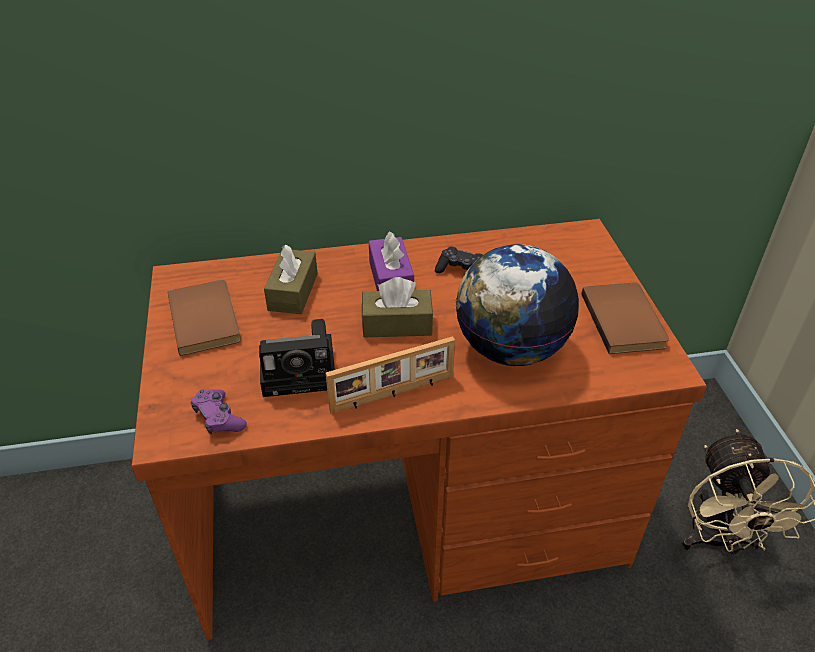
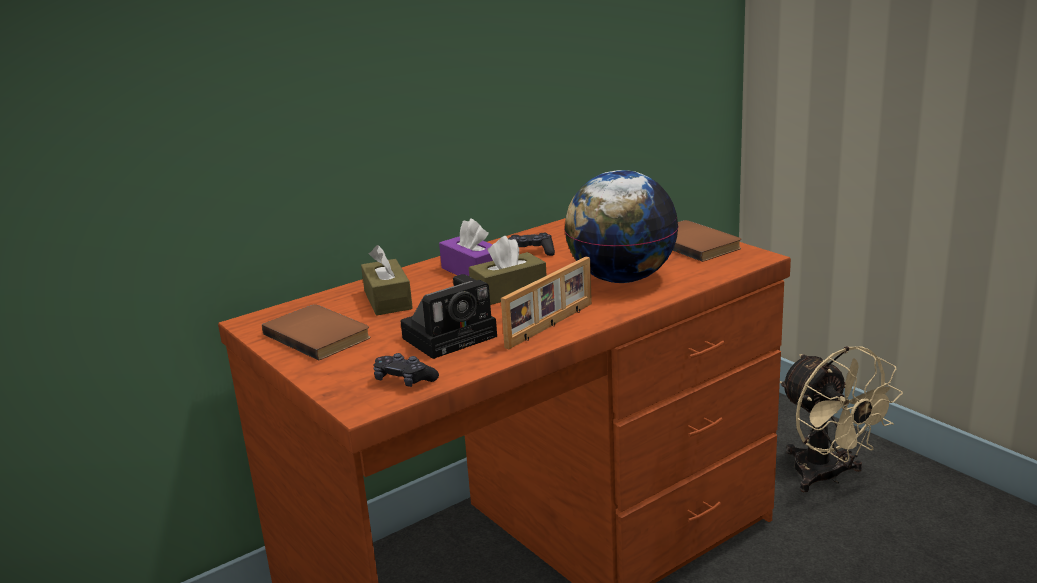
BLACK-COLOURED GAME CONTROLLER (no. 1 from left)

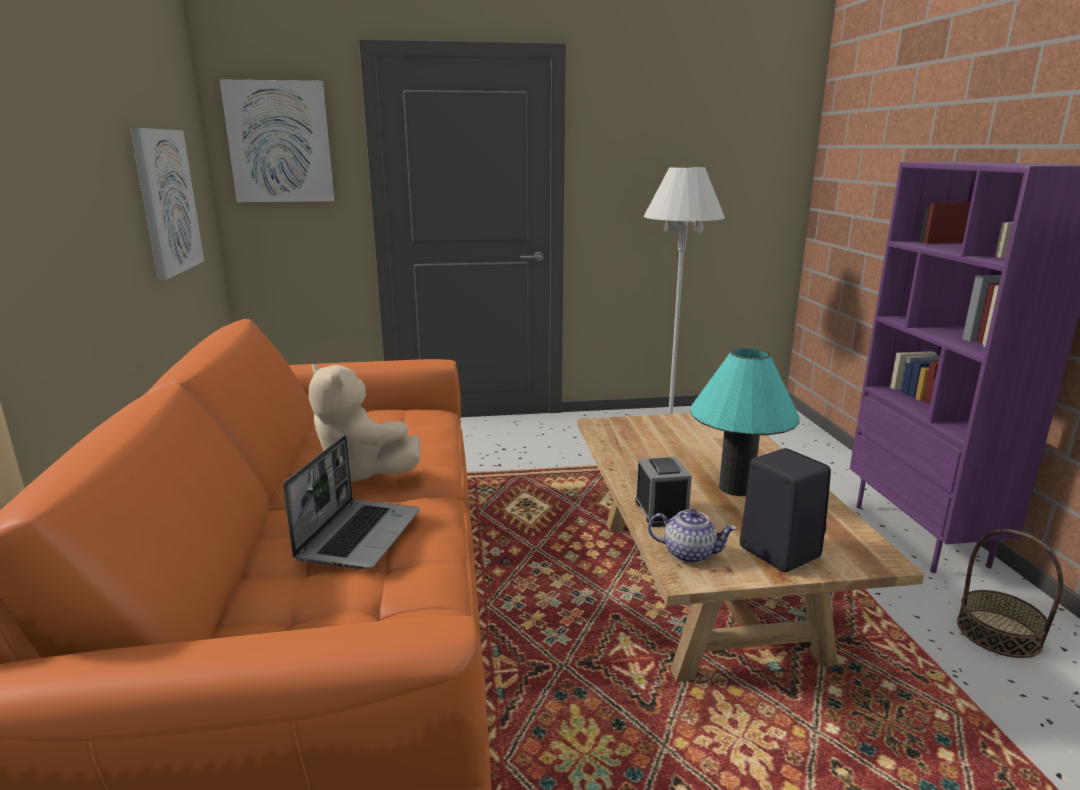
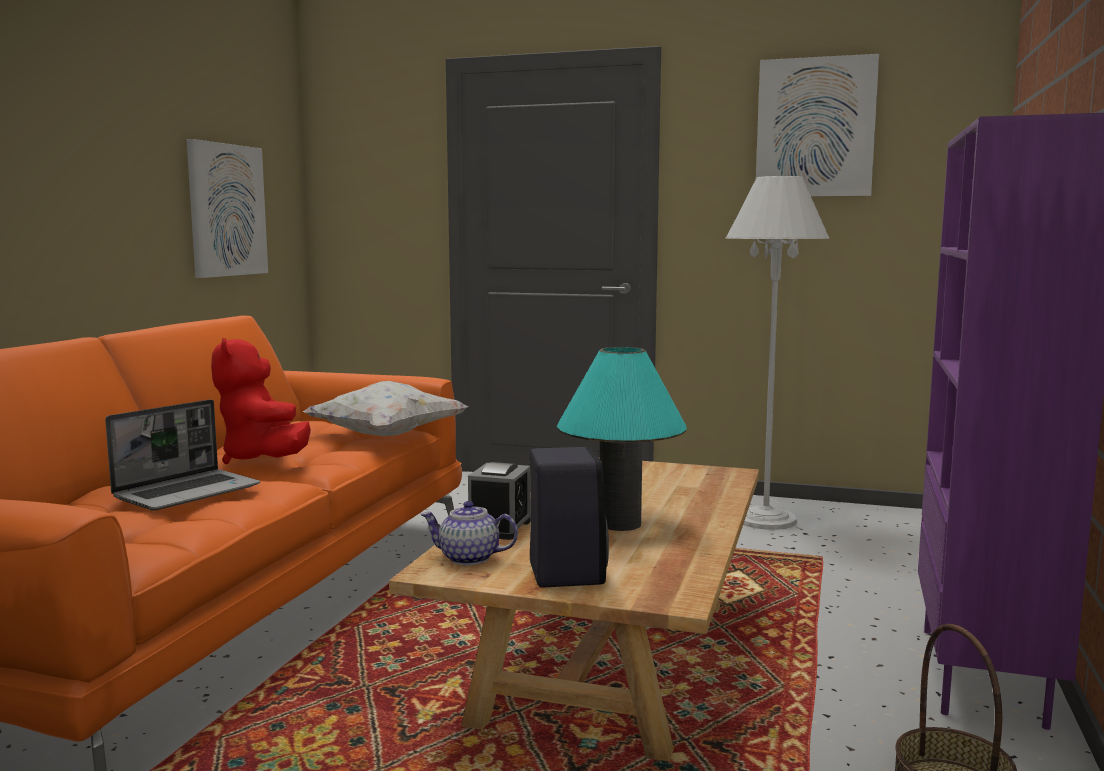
WHITE PILLOW
PICTURE (no. 2 from left)
RED SOFT TOY
TEA POT

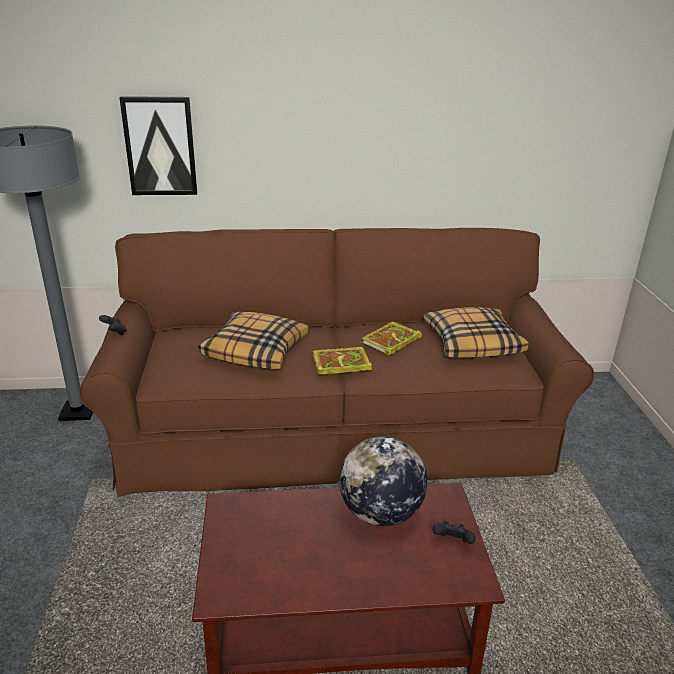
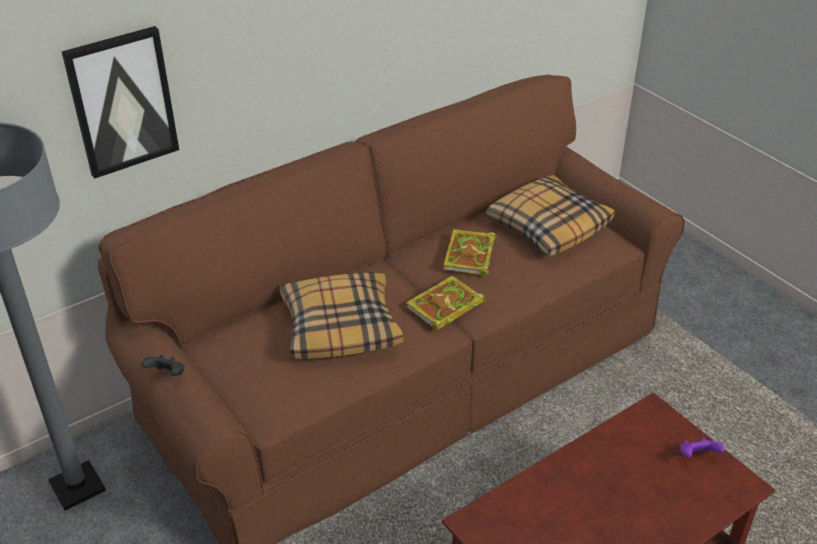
GLOBE
PURPLE-COLOURED GAME CONTROLLER

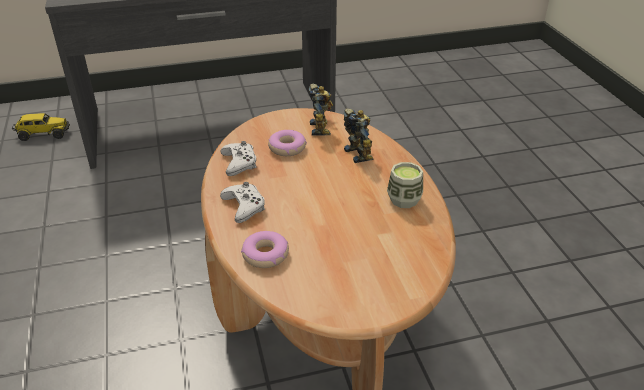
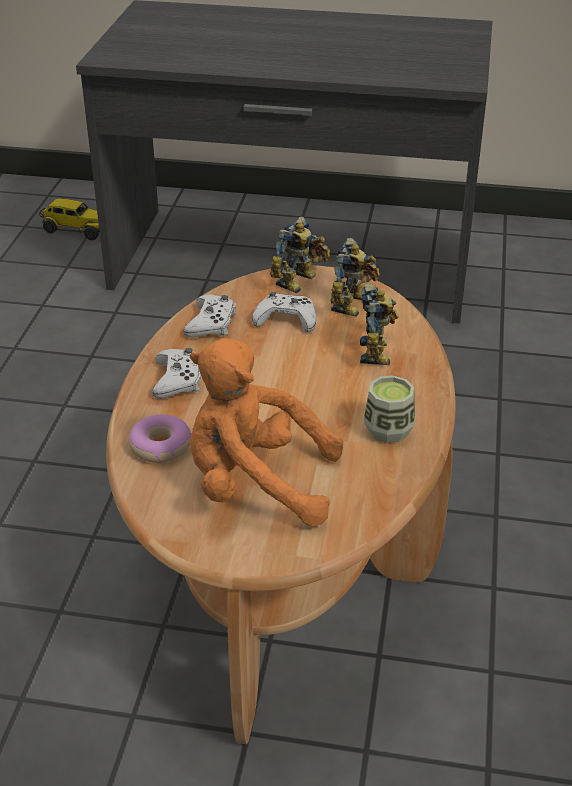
ORANGE-COLOURED SOFT TOY
TOY ROBOT (no. 1 from left)
WHITE GAME CONTROLLER (no. 3 from left)

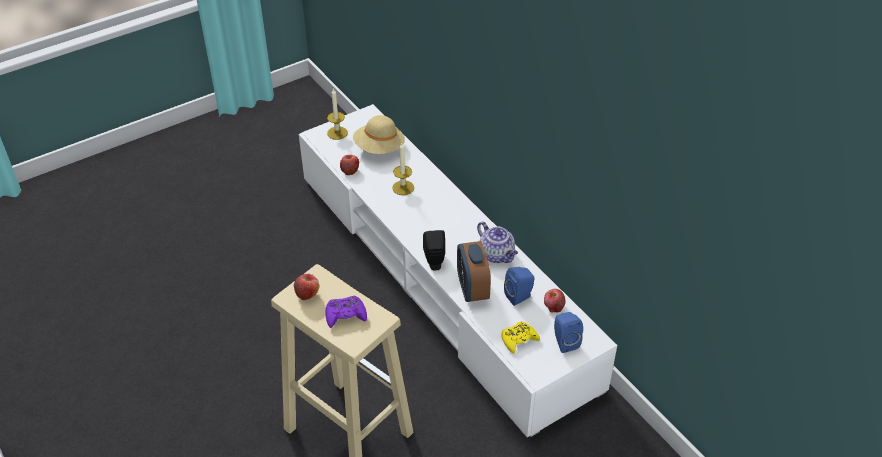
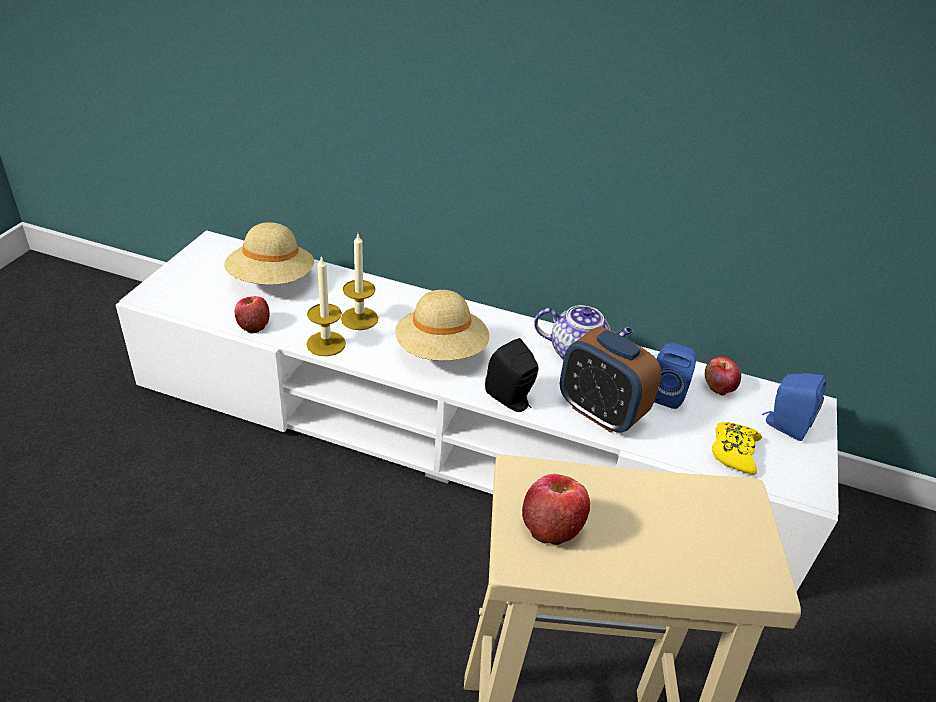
PURPLE-COLOURED GAME CONTROLLER
SAND-COLOURED WEARABLE HAT (no. 2 from left)
CANDLE (no. 1 from left)

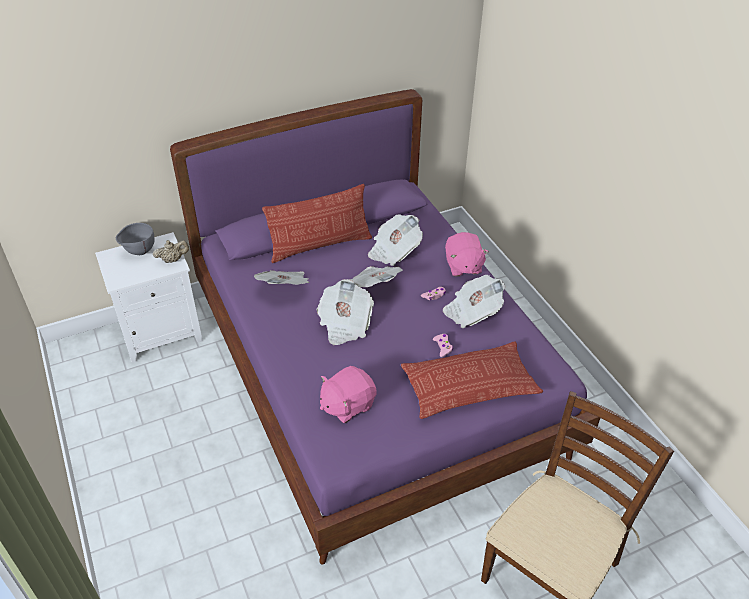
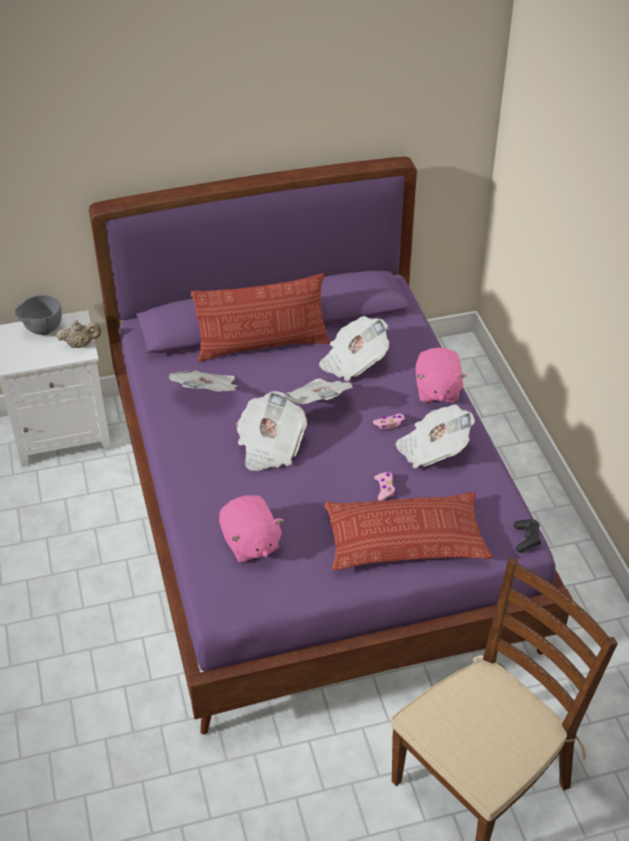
BLACK-COLOURED GAME CONTROLLER
PINKISH SOFT TOY (no. 1 from left)

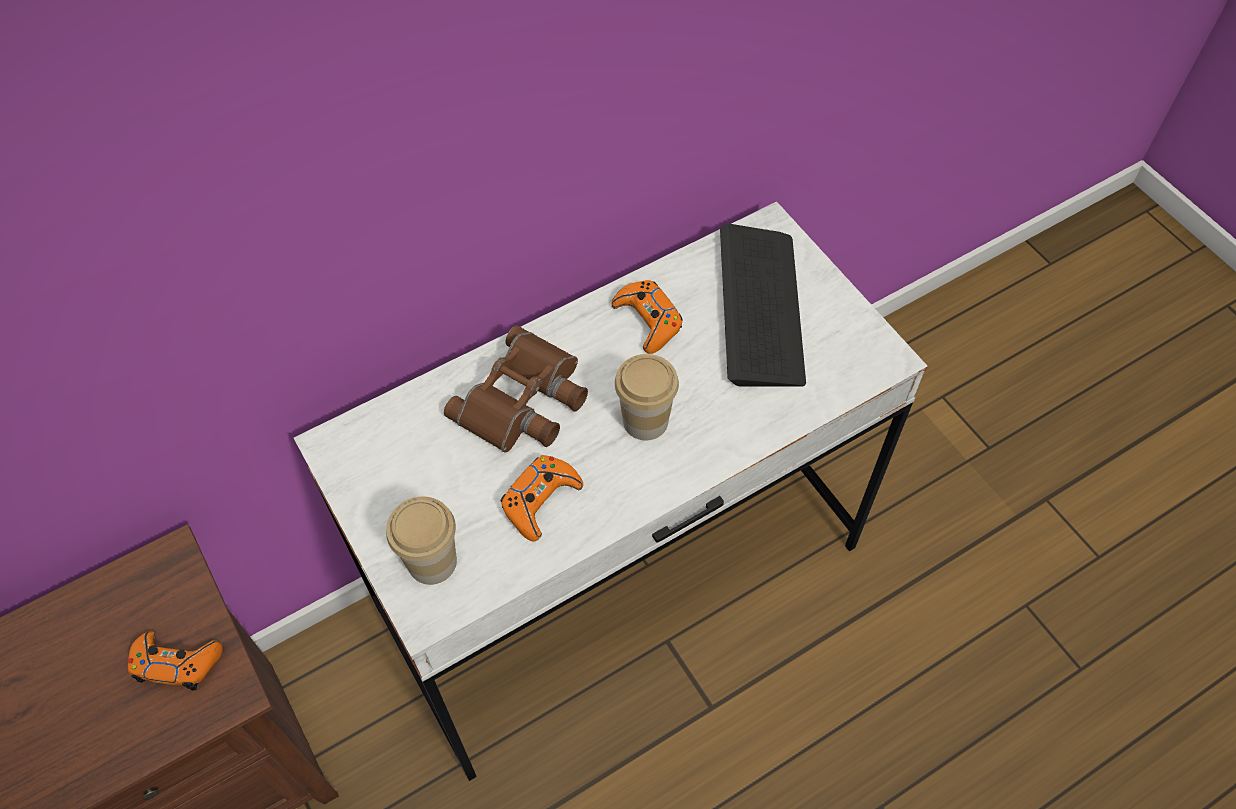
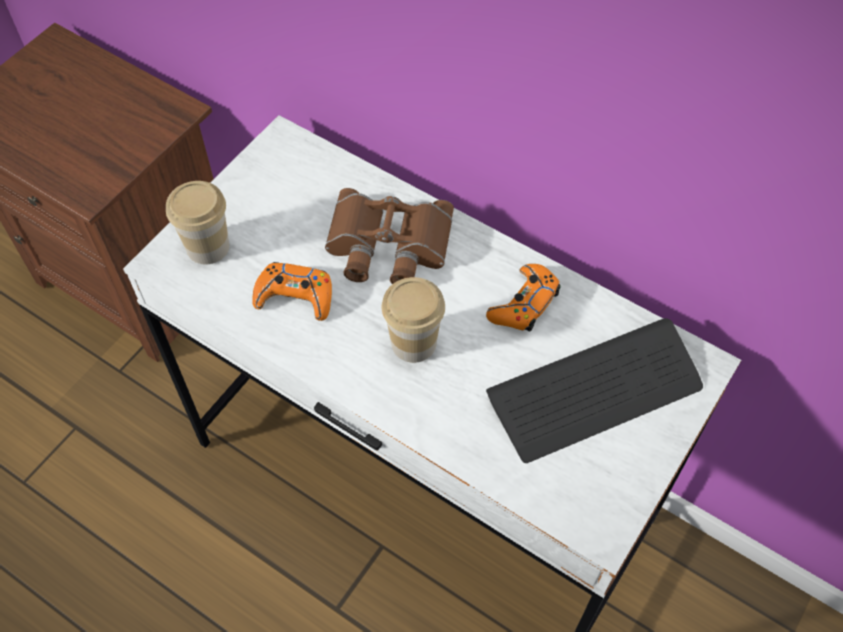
ORANGE-COLOURED GAME CONTROLLER (no. 1 from left in the first image)

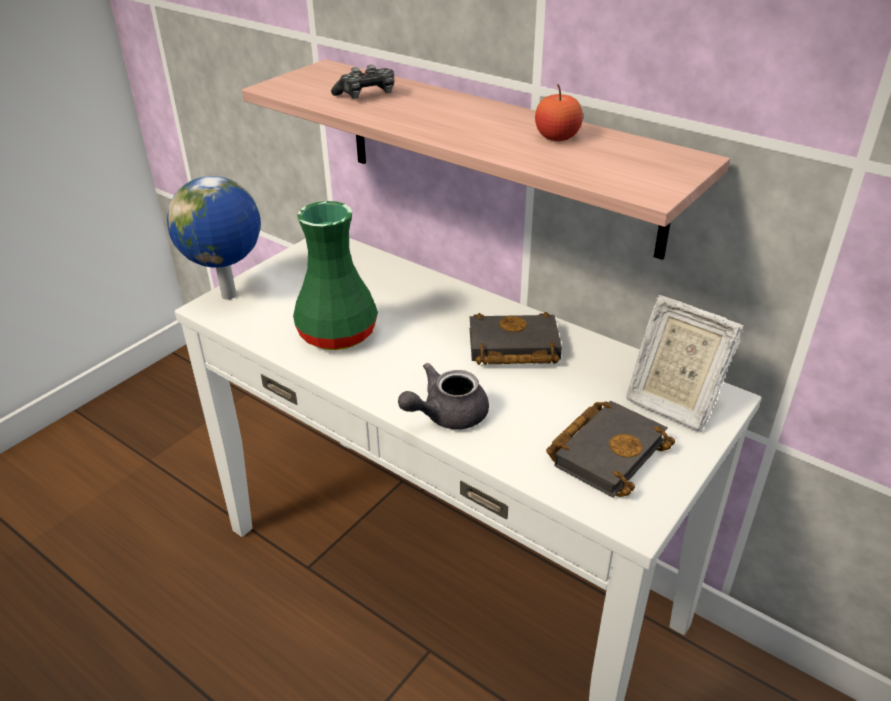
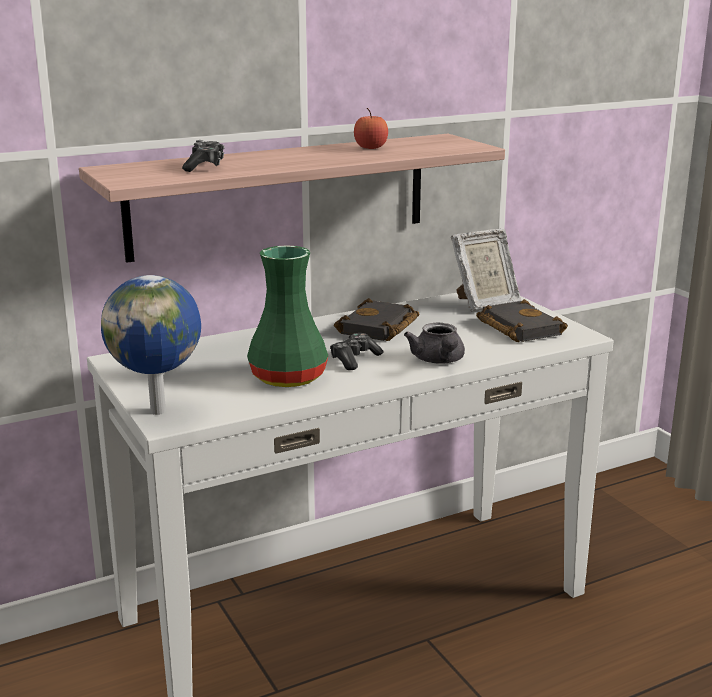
GAME CONTROLLER (no. 2 from left)

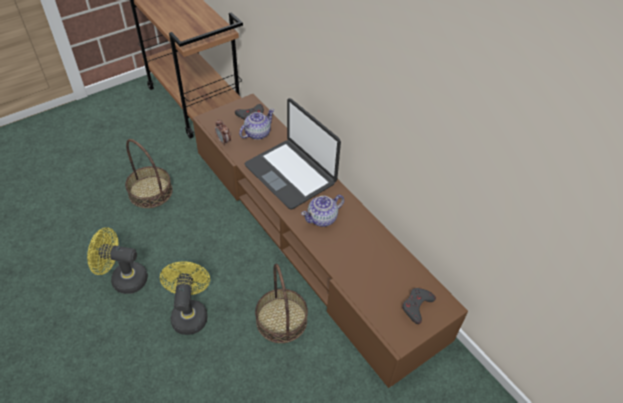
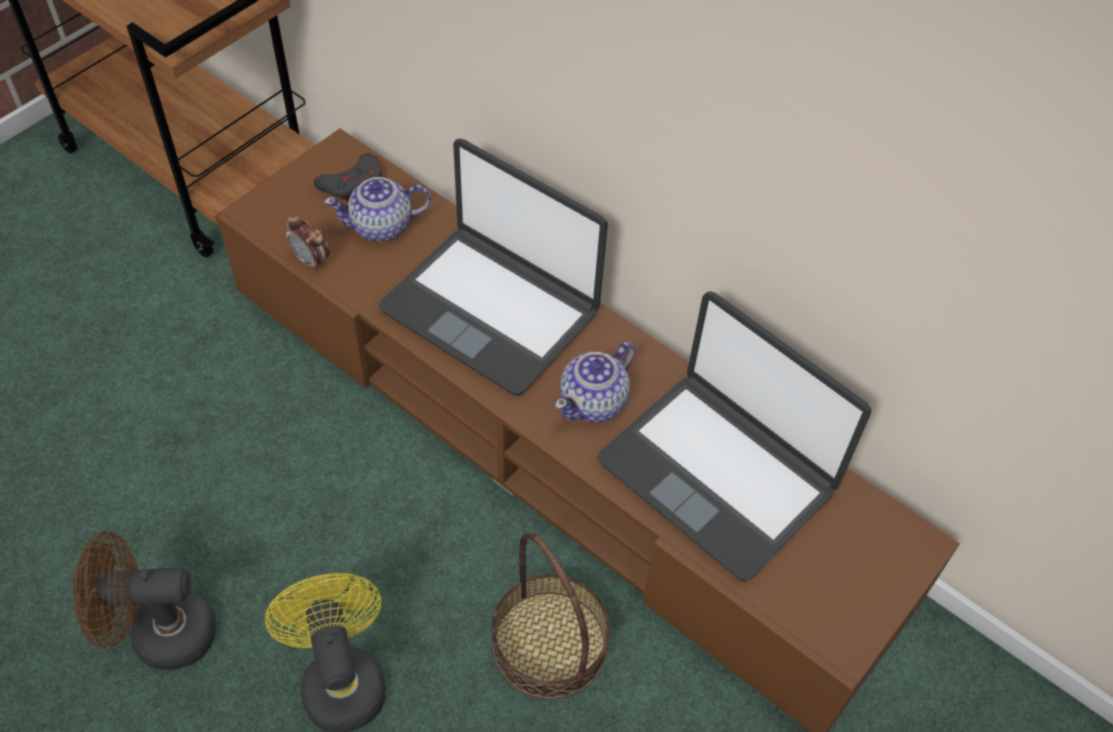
BASKET (no. 1 from left in the first image)
GREY GAME CONTROLLER (no. 2 from left in the first image)
NOTEBOOK COMPUTER (no. 2 from left)
BROWN-COLOURED FAN
TEA POT (no. 1 from left)

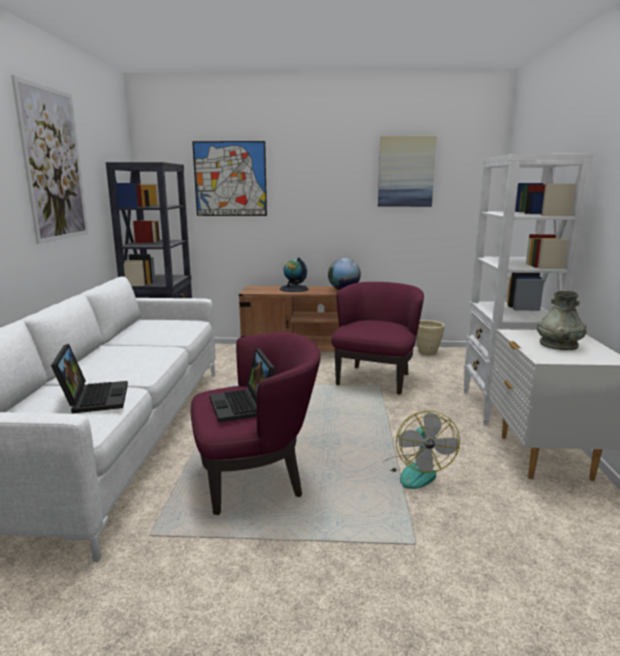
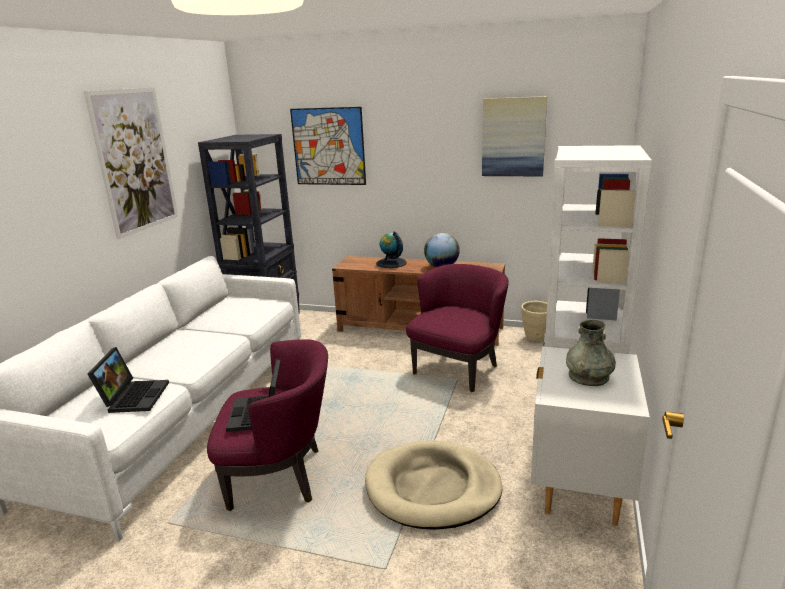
SAND-COLOURED DOG BED

